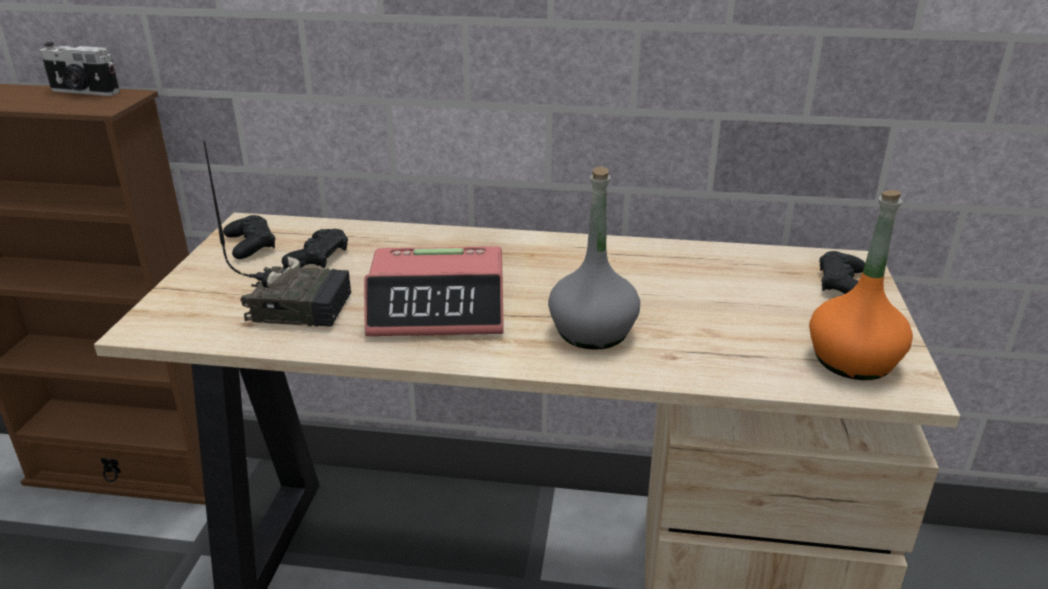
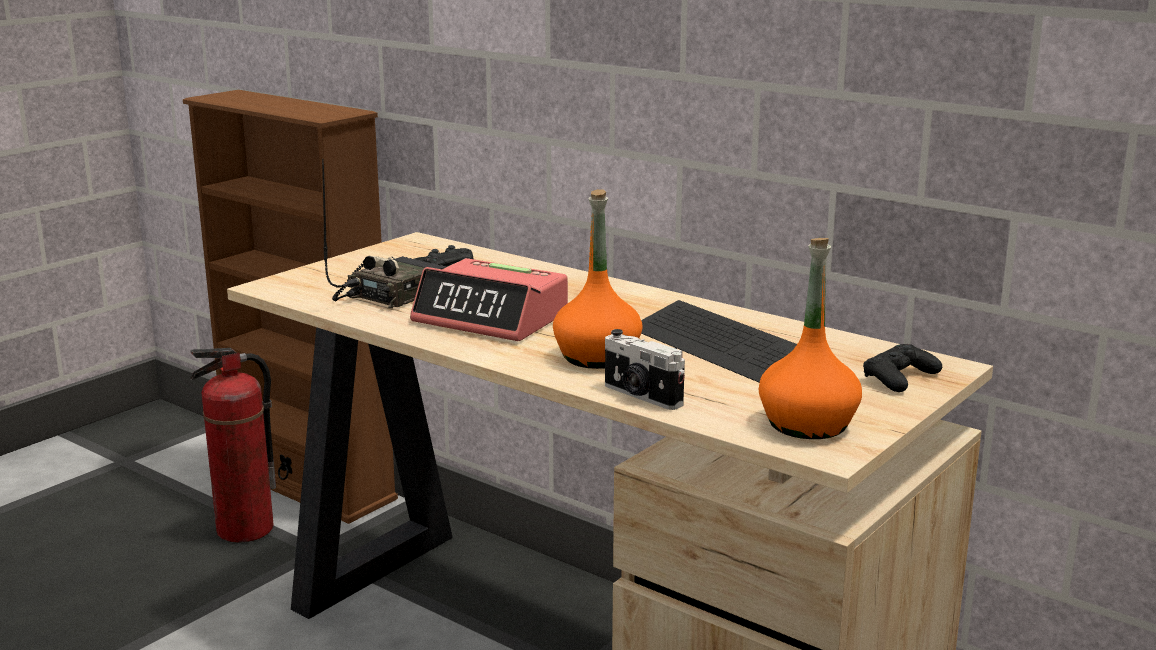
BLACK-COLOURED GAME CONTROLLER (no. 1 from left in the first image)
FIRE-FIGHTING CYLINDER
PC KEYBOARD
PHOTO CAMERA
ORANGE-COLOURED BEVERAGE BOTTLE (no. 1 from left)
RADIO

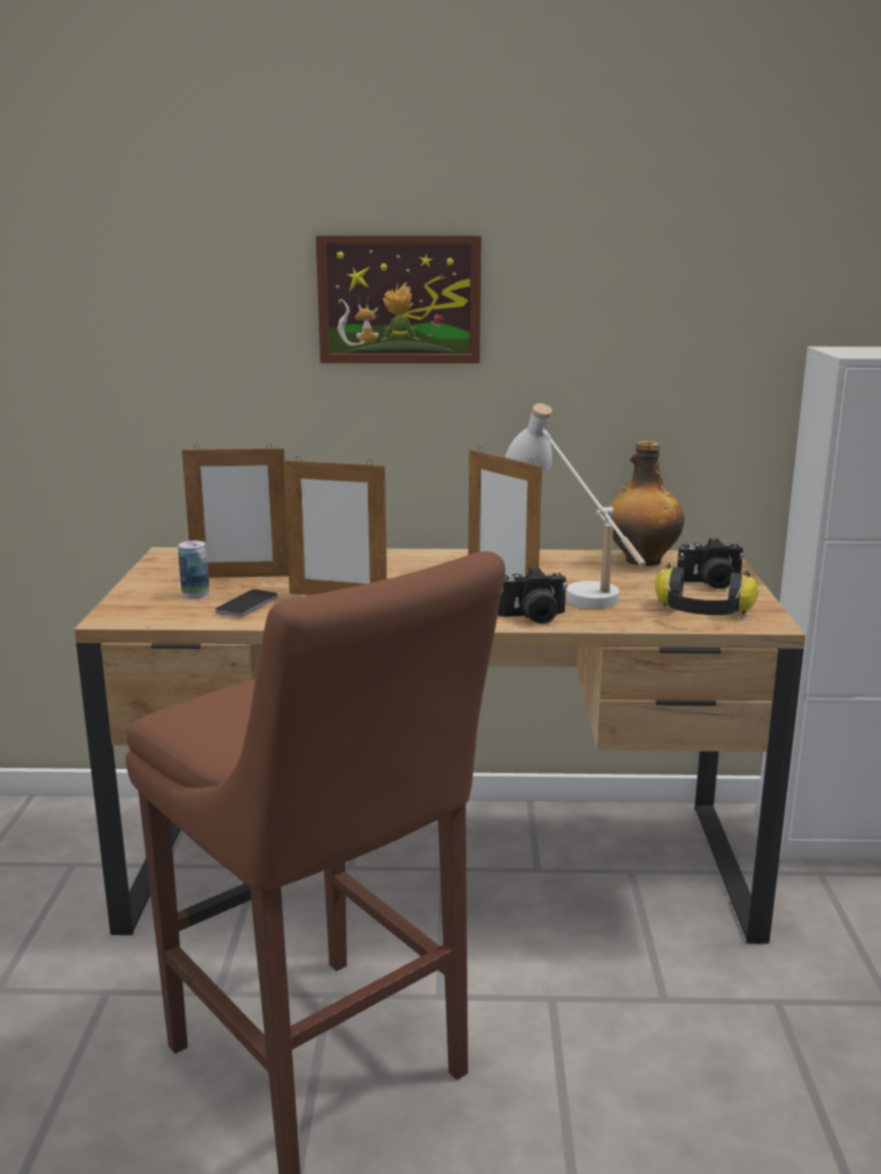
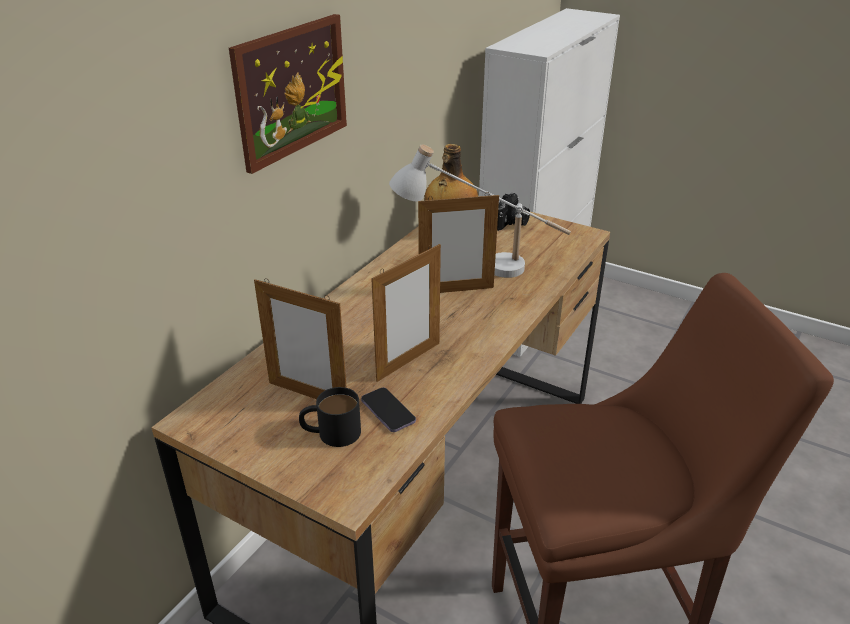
PHOTO CAMERA (no. 1 from left in the first image)
HEADSET
BLACK-COLOURED MUG
PHOTO FRAME (no. 1 from left)

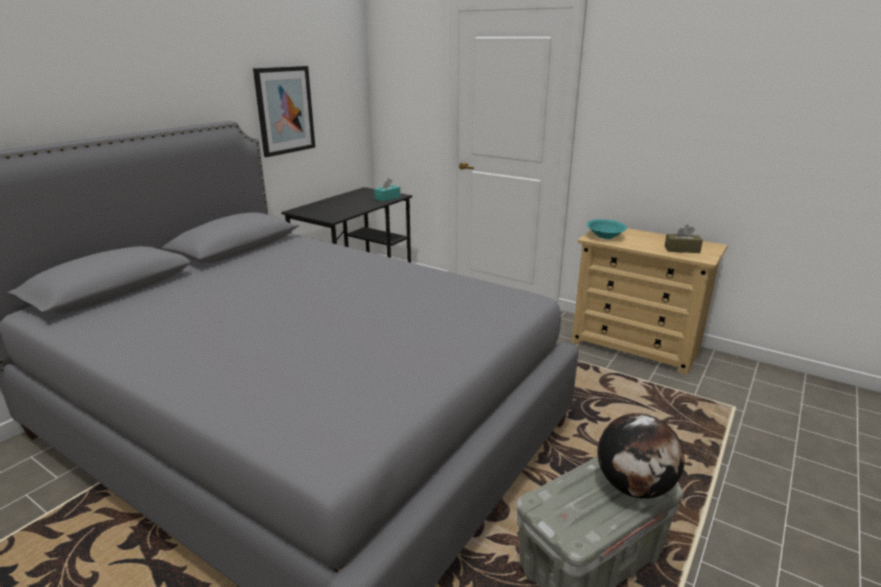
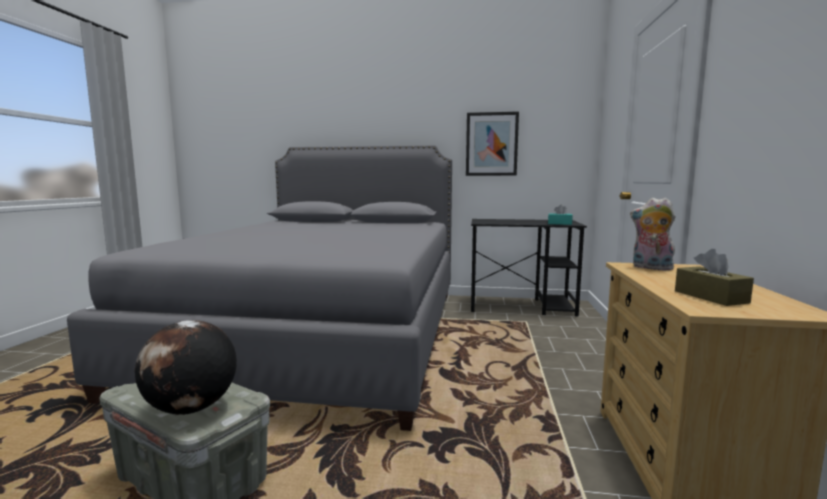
SOFT TOY

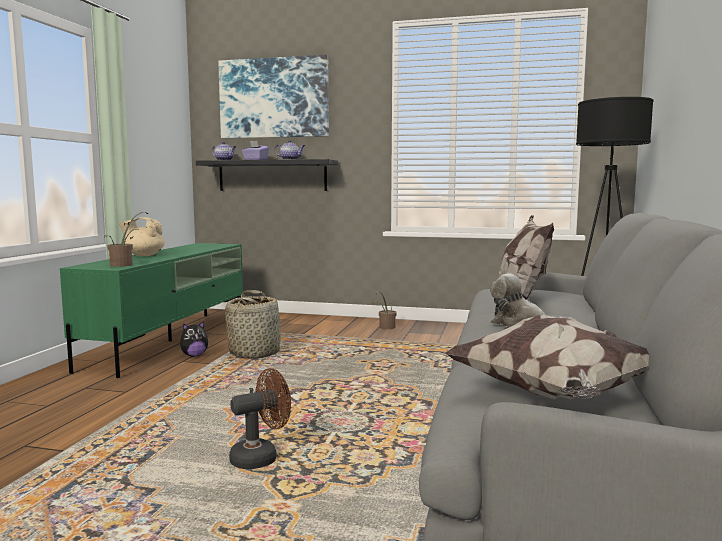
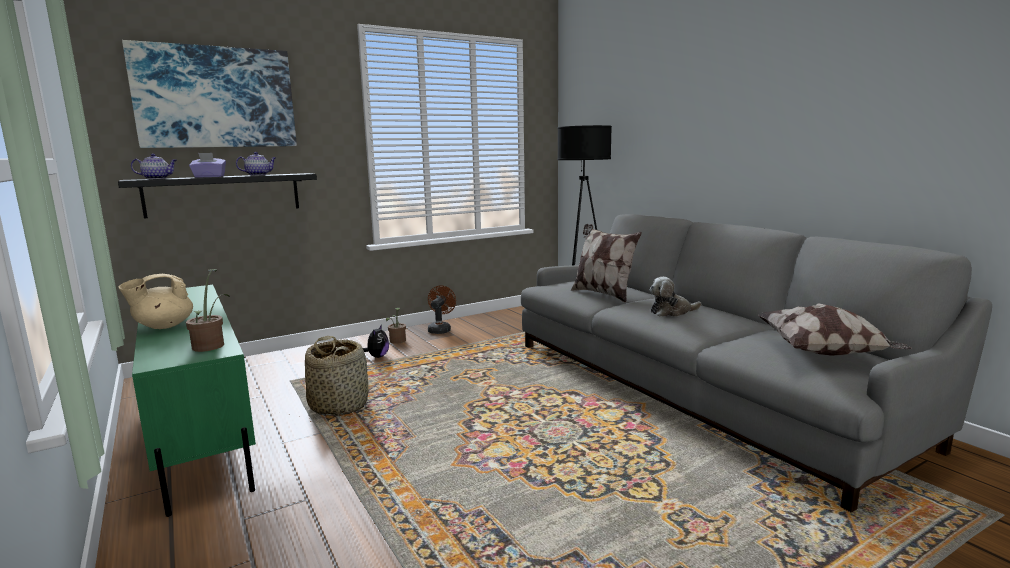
SOFT TOY (no. 1 from left)
BROWN-COLOURED FAN

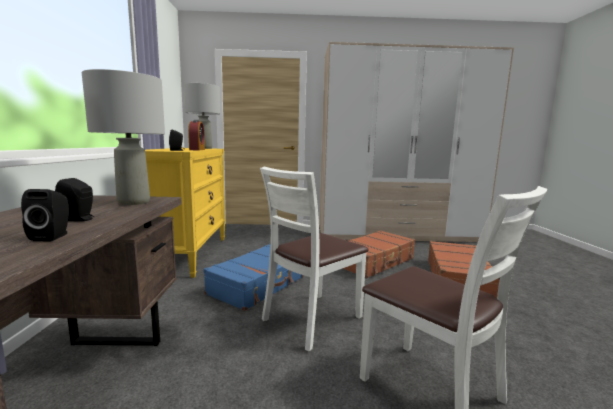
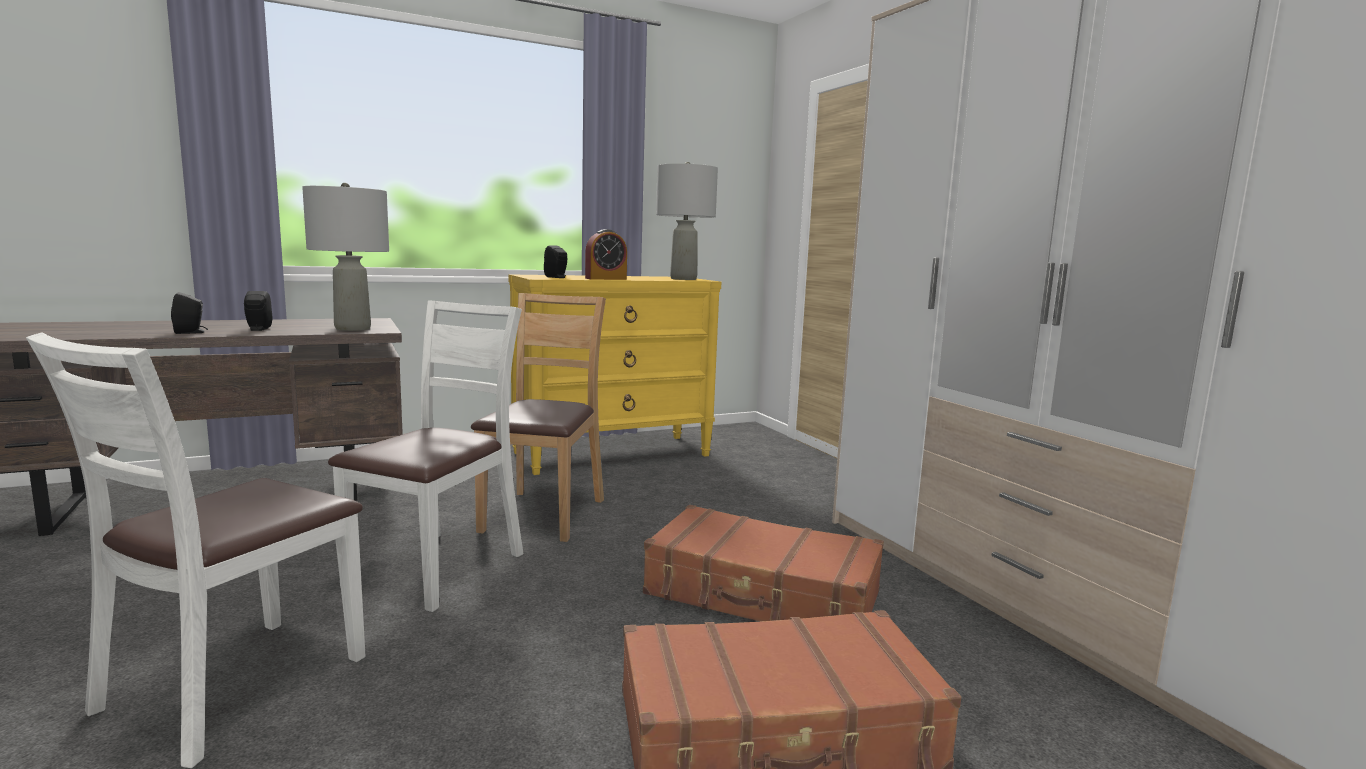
BROWN-COLOURED PLAIN CHAIR
WHITE PLAIN CHAIR (no. 2 from left)

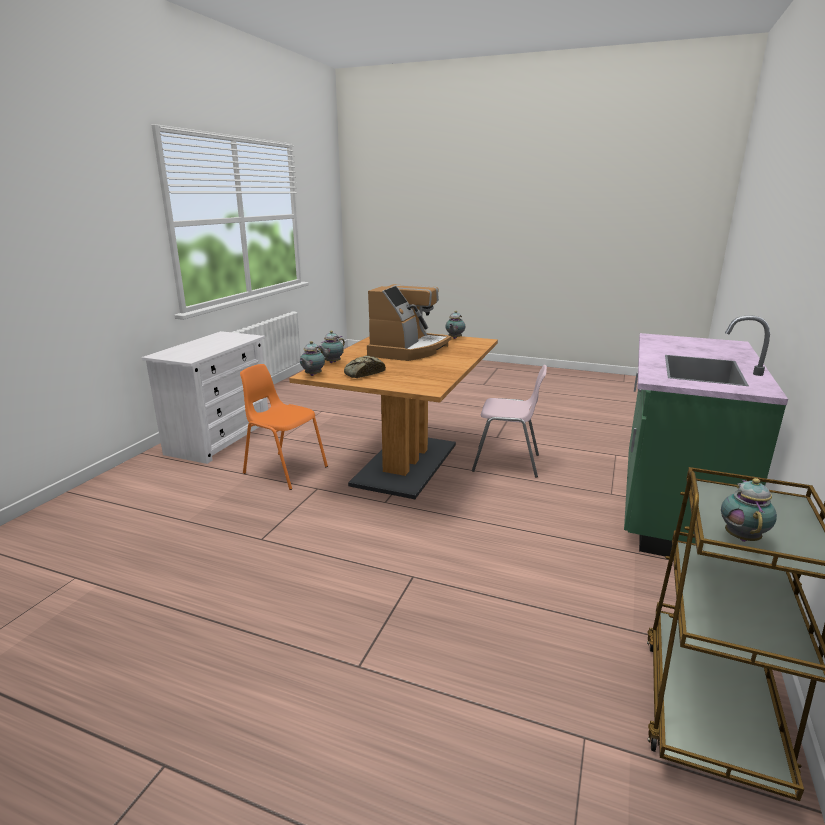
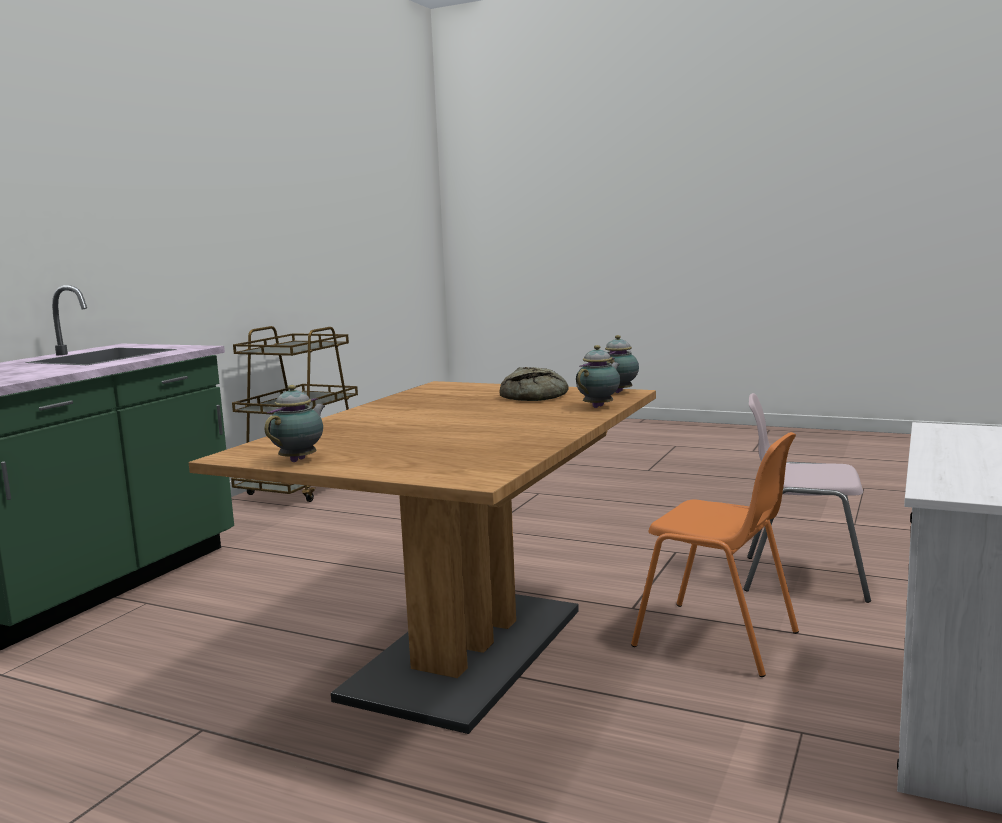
COFFEE BREWER
TEA POT (no. 4 from left in the first image)
PINKISH PLAIN CHAIR

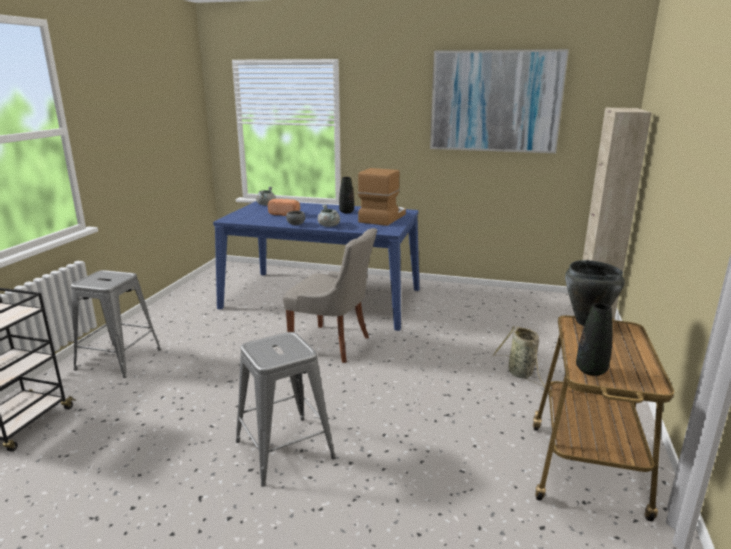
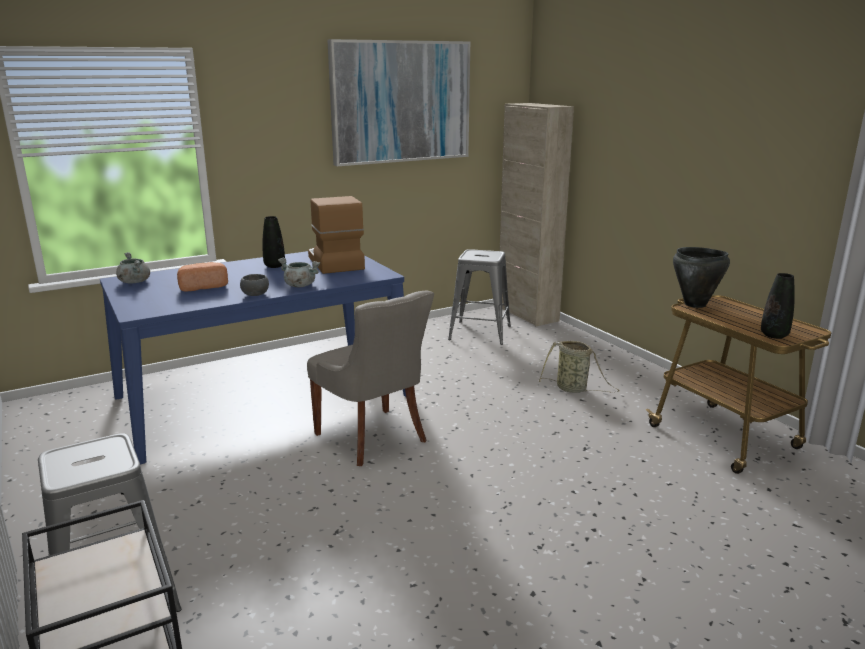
GREY STOOL SEAT (no. 2 from left)
GREY PLAIN CHAIR

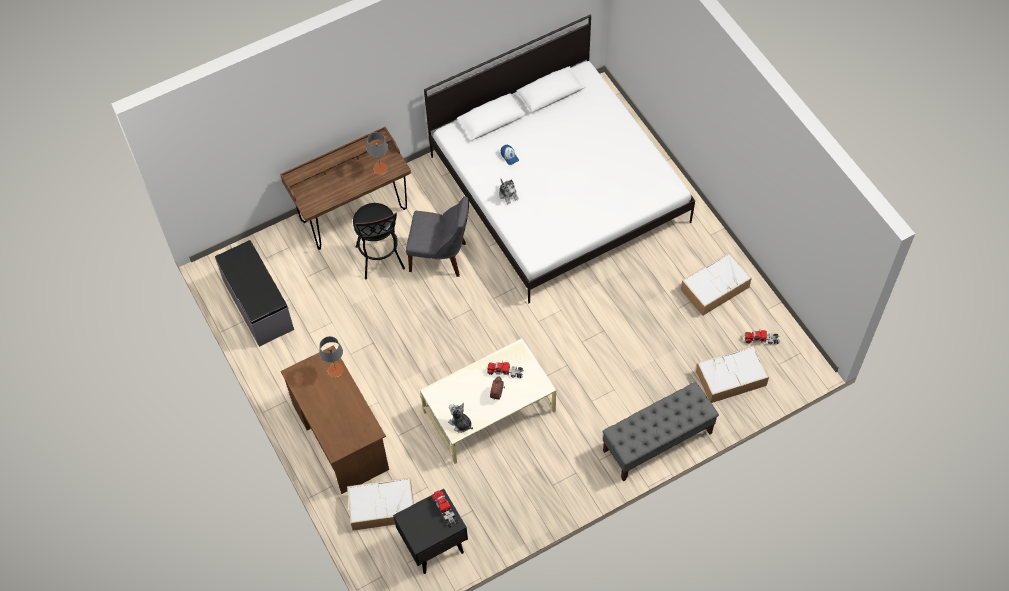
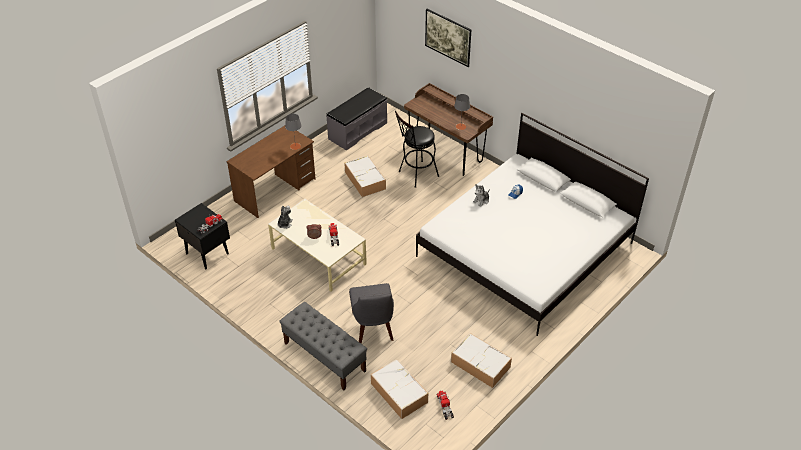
PICTURE
STORAGE CONTAINER (no. 1 from left)
GREY PLAIN CHAIR

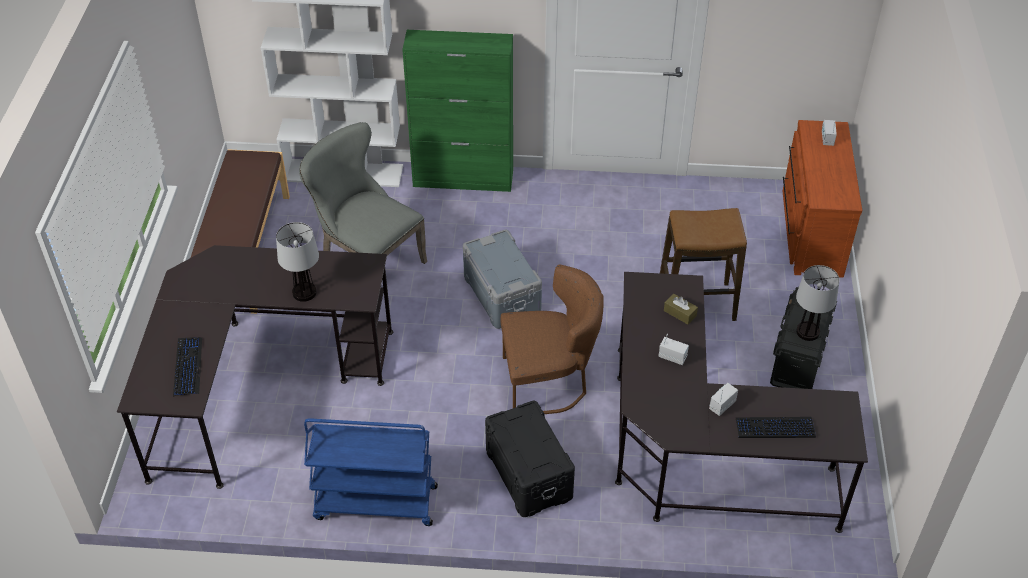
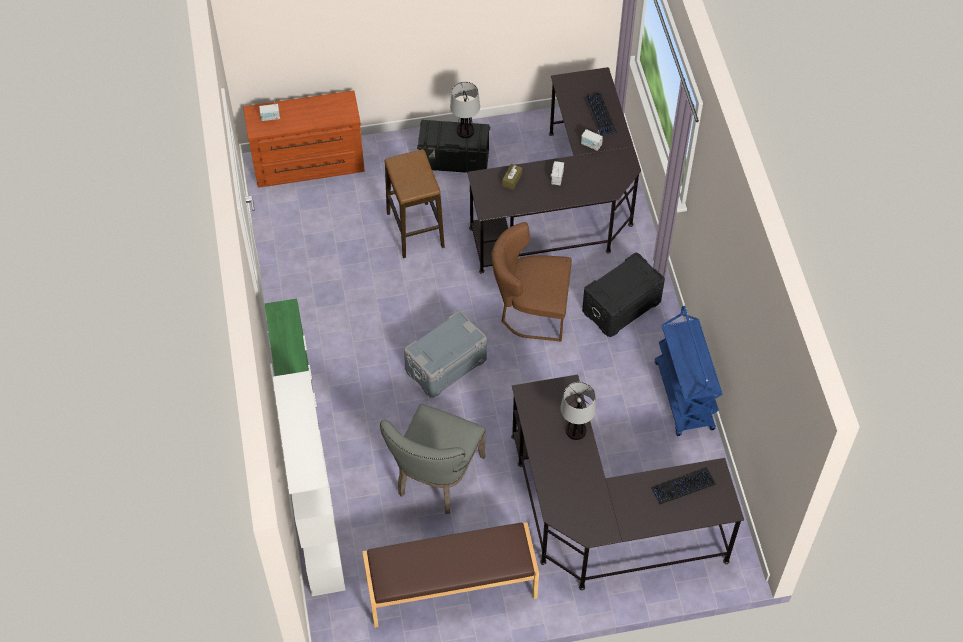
BROWN-COLOURED PLAIN CHAIR

